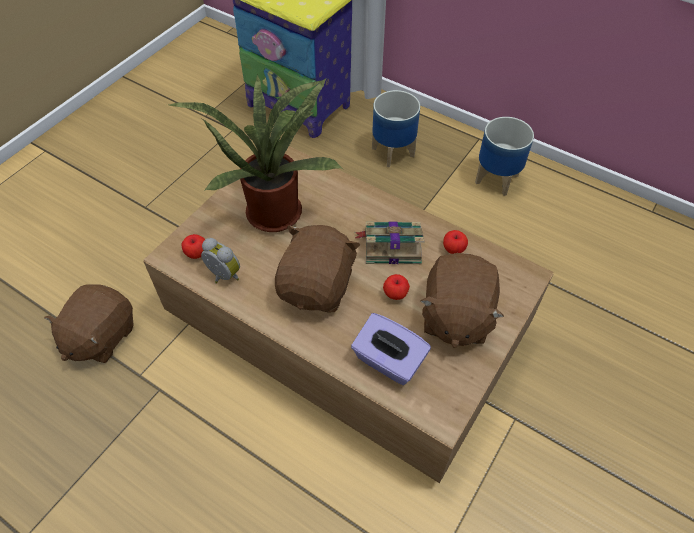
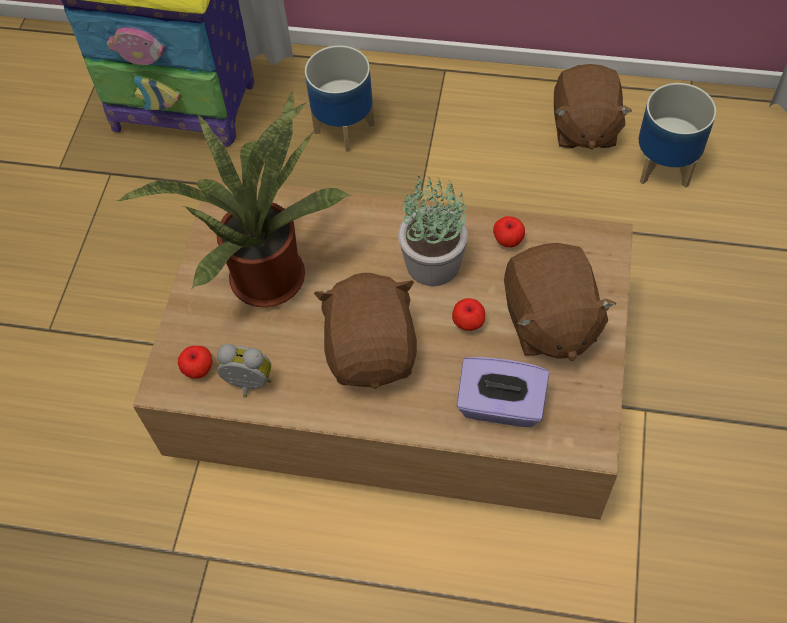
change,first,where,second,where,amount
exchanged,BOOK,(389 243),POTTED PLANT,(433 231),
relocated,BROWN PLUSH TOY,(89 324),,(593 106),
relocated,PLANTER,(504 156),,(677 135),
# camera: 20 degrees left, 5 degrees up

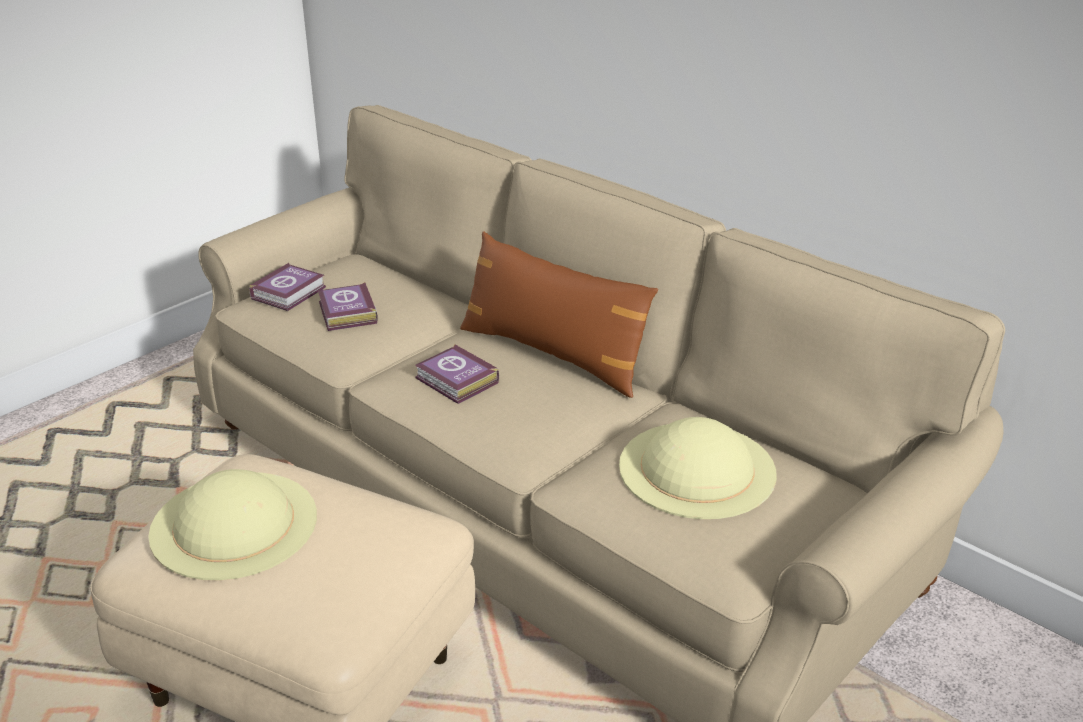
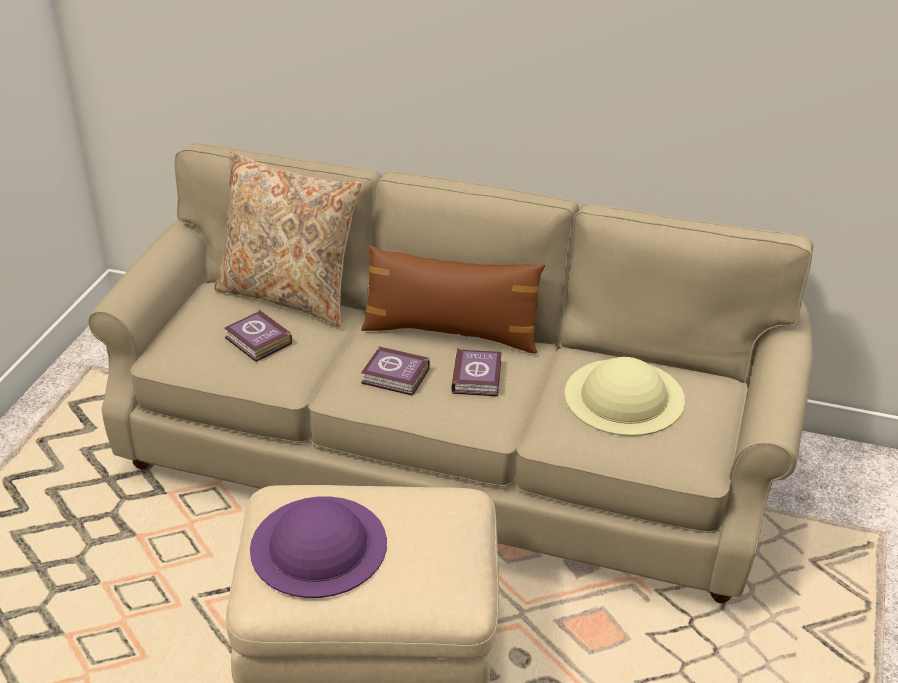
change,first,where,second,where,amount
appeared,,,BEIGE PILLOW,(287 239),
colour,BEIGE HAT,(232 524),PURPLE HAT,(318 547),
relocated,BOOK,(287 287),,(476 372),
# camera: 25 degrees left, 5 degrees up

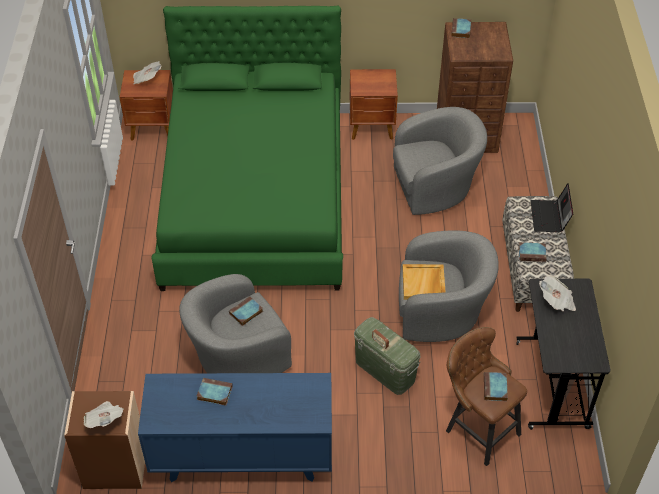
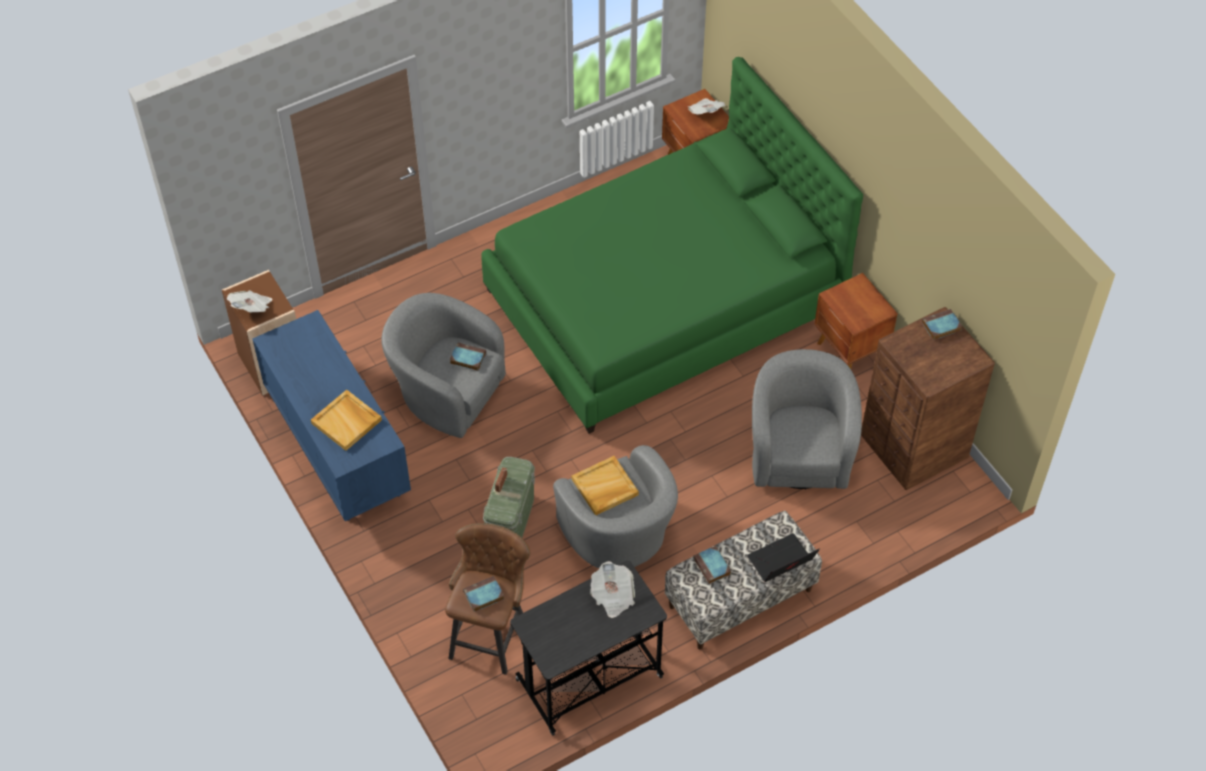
change,first,where,second,where,amount
appeared,,,BEIGE TRAY,(346 420),
spun,GREY ARMCHAIR,(440 161),,(807 419),135 degrees counterclockwise
missing,BOOK,(215 392),,,
# camera: 60 degrees right, 5 degrees up

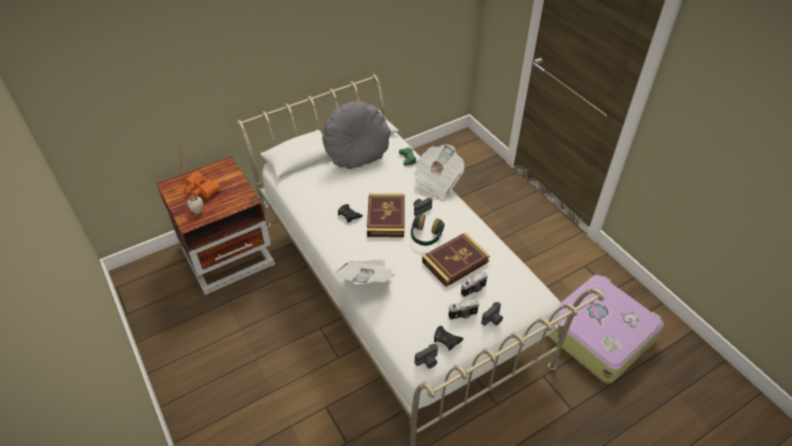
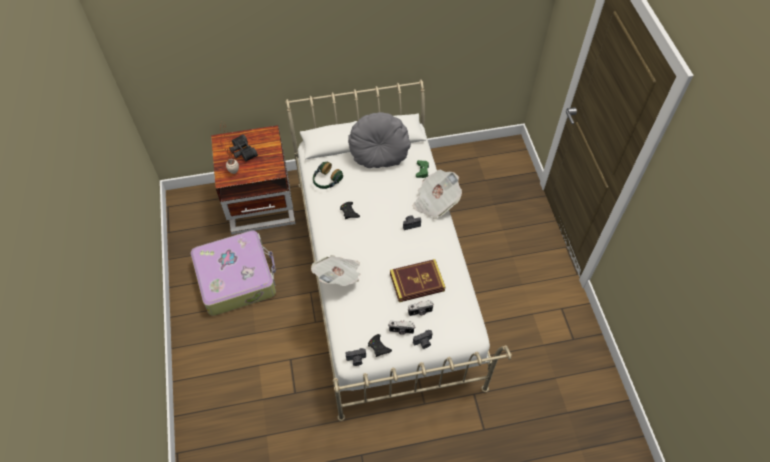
change,first,where,second,where,amount
relocated,SUITCASE,(606 329),,(233 273),
colour,ORANGE BINOCULARS,(202 184),BLACK BINOCULARS,(243 147),
relocated,HEADPHONES,(428 230),,(328 175),
missing,BOOK,(385 215),,,
# camera: 20 degrees right, 10 degrees up

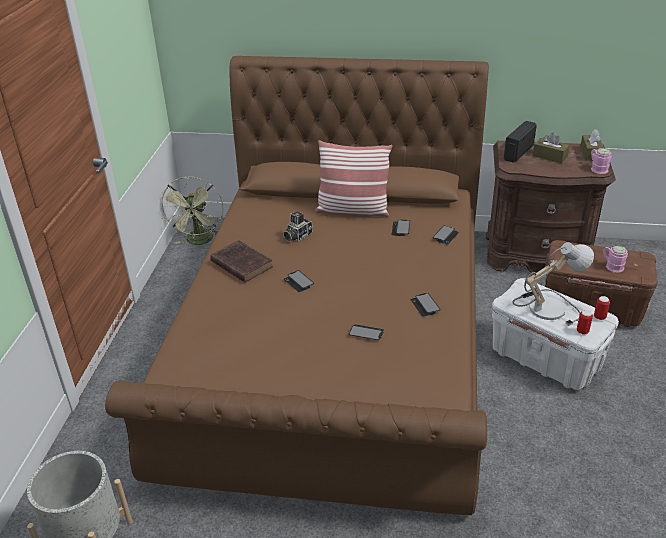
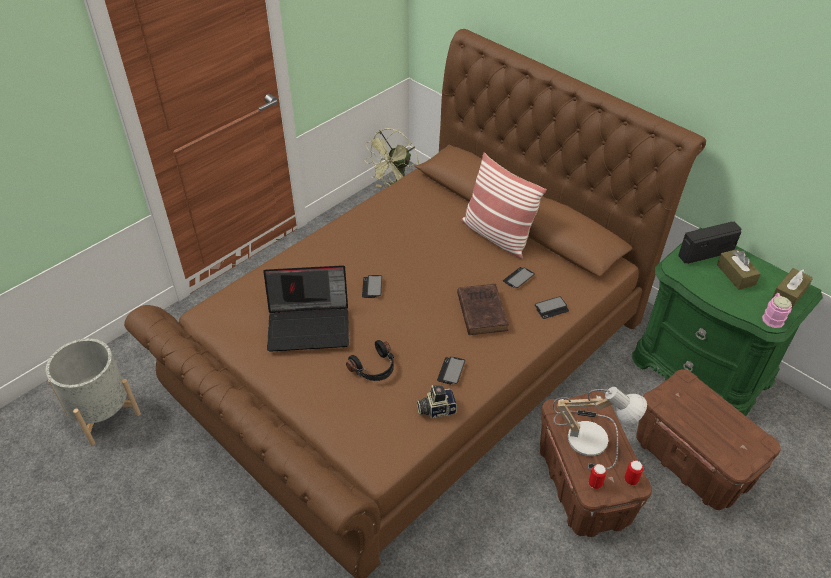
change,first,where,second,where,amount
appeared,,,LAPTOP,(306 308),
exchanged,PHONE,(366 332),BLACK HEADPHONES,(370 360),
relocated,PHOTO CAMERA,(298 226),,(437 401),
relocated,BROWN BOOK,(241 261),,(483 309),
colour,WHITE STORAGE BOX,(555 334),BROWN STORAGE BOX,(596 464),
colour,BROWN NIGHTSTAND,(551 207),GREEN NIGHTSTAND,(727 321),
missing,PINK MUG,(615 259),,,
# camera: 35 degrees right, 10 degrees up

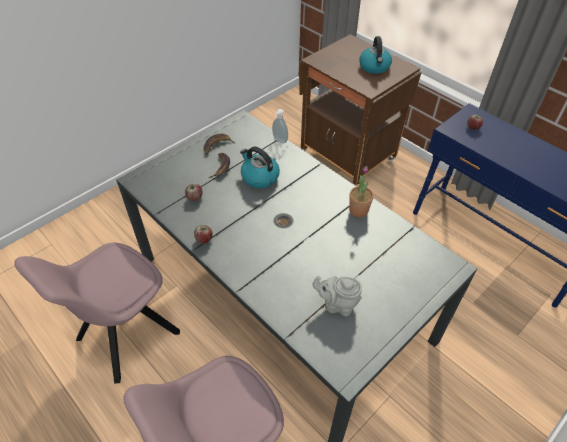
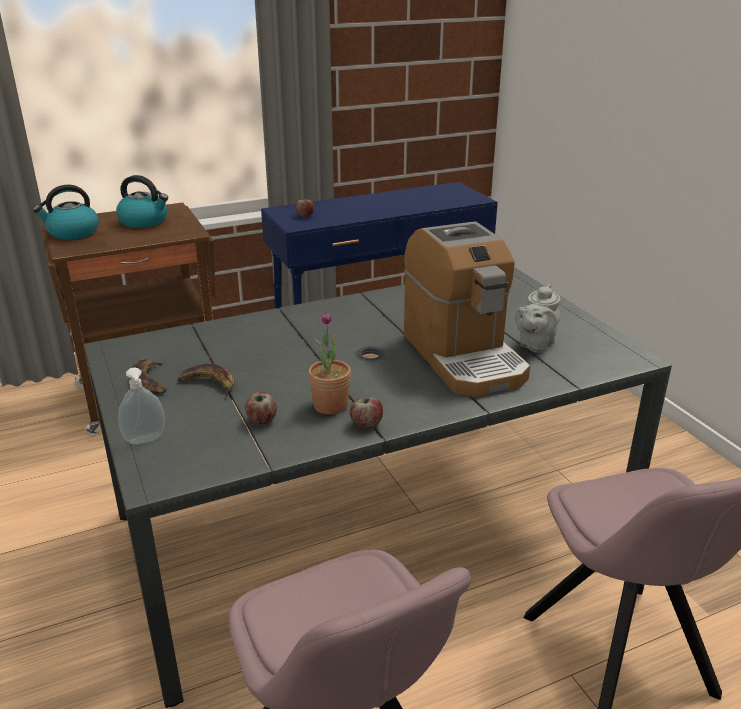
change,first,where,second,where,amount
relocated,KETTLE,(260 167),,(66 212),
relocated,SOAP DISPENSER,(280 126),,(141 406),
relocated,POTTED PLANT,(361 191),,(329 363),
appeared,,,COFFEE MACHINE,(467 309),
# camera: 70 degrees left, 20 degrees down

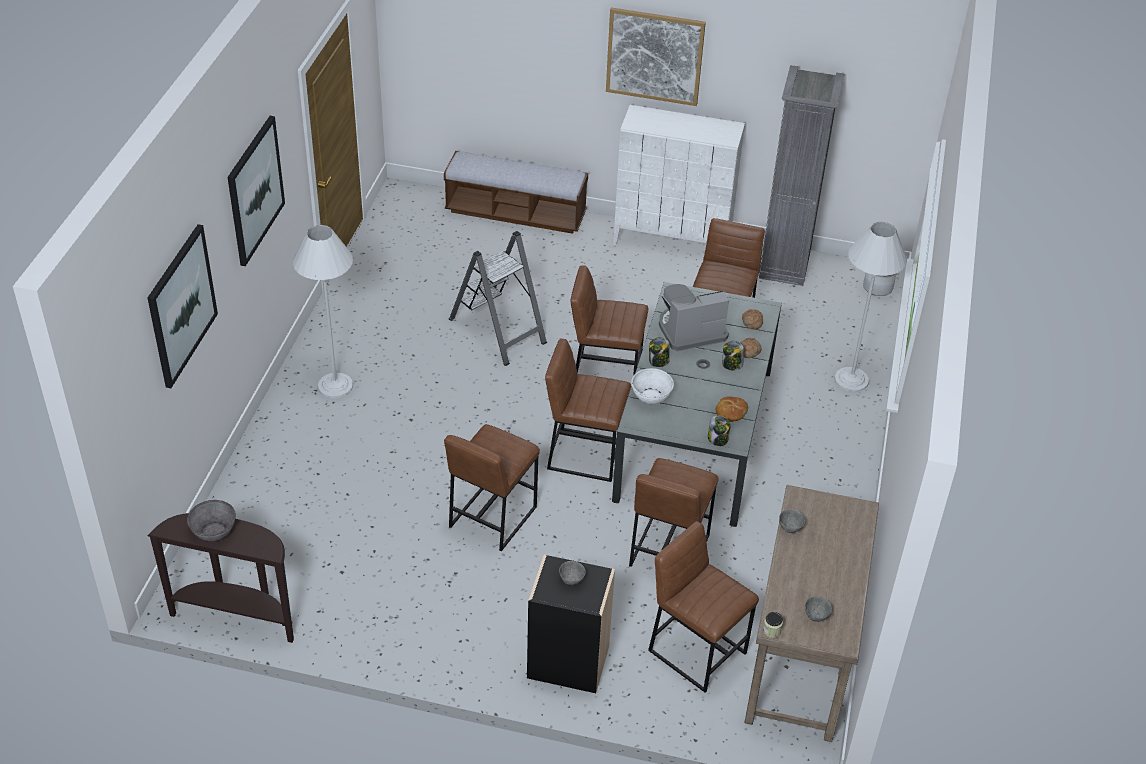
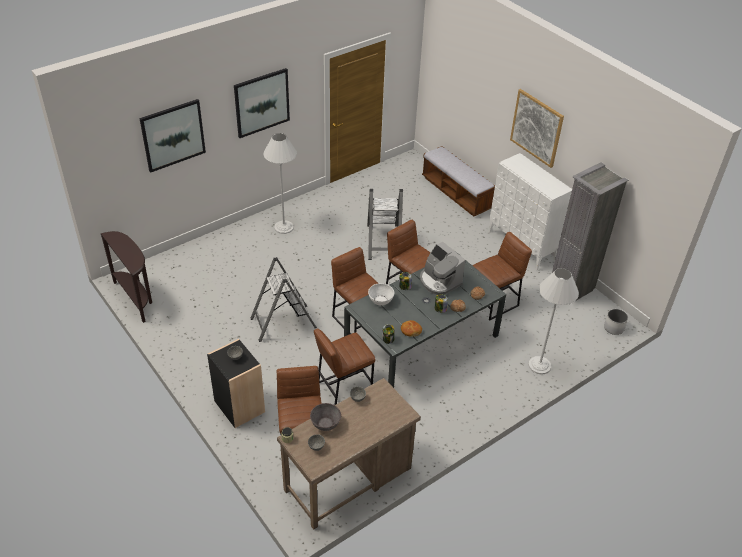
change,first,where,second,where,amount
exchanged,BROWN CHAIR,(492 487),GREY STEP LADDER,(283 299),
relocated,GREY BOWL,(211 520),,(325 417),
spun,COFFEE MACHINE,(694 318),,(442 268),150 degrees counterclockwise
# camera: 40 degrees right, 0 degrees up

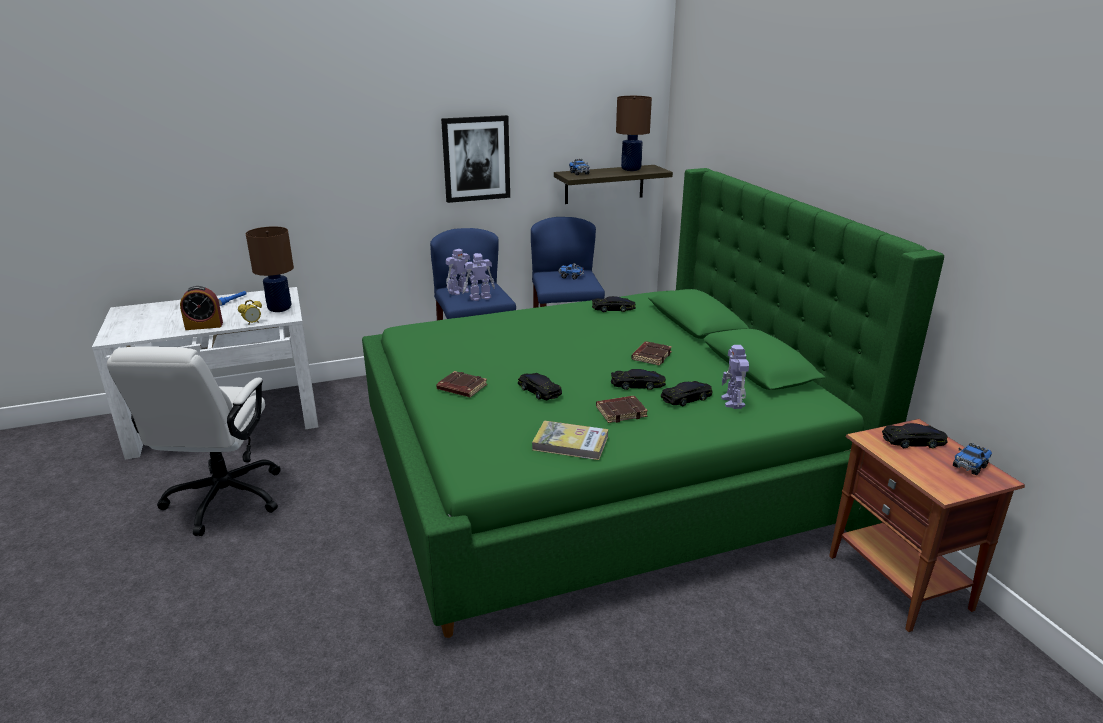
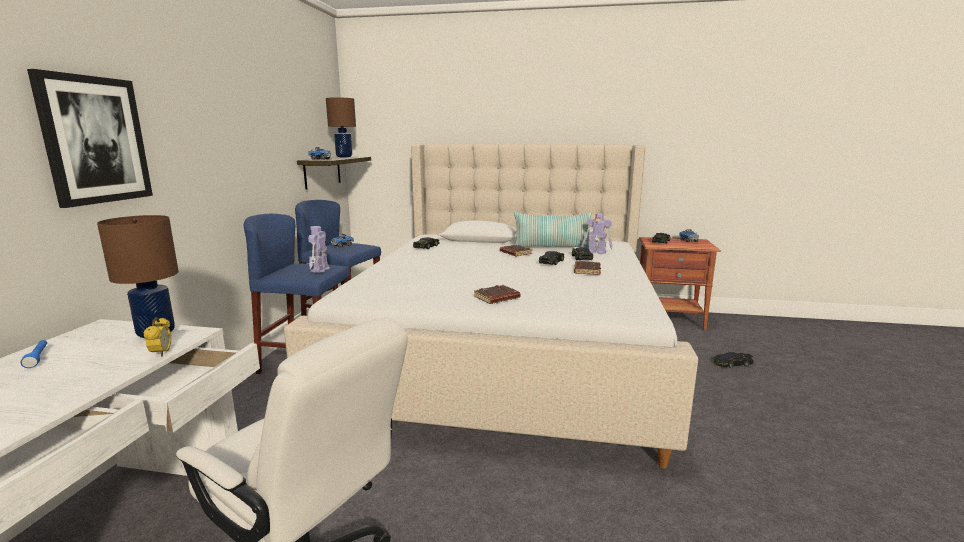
change,first,where,second,where,amount
relocated,PICTURE,(475 159),,(90 138),
colour,GREEN BED,(653 403),BEIGE BED,(491 306),
appeared,,,PILLOW,(553 230),
relocated,BLACK TOY CAR,(540 386),,(733 360),
missing,ALARM CLOCK,(201 308),,,
missing,TOY ROBOT,(459 272),,,
missing,BOOK,(570 440),,,
# camera: 60 degrees left, 10 degrees down

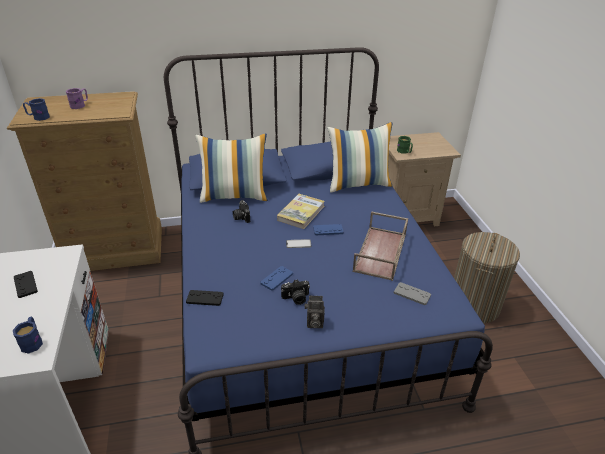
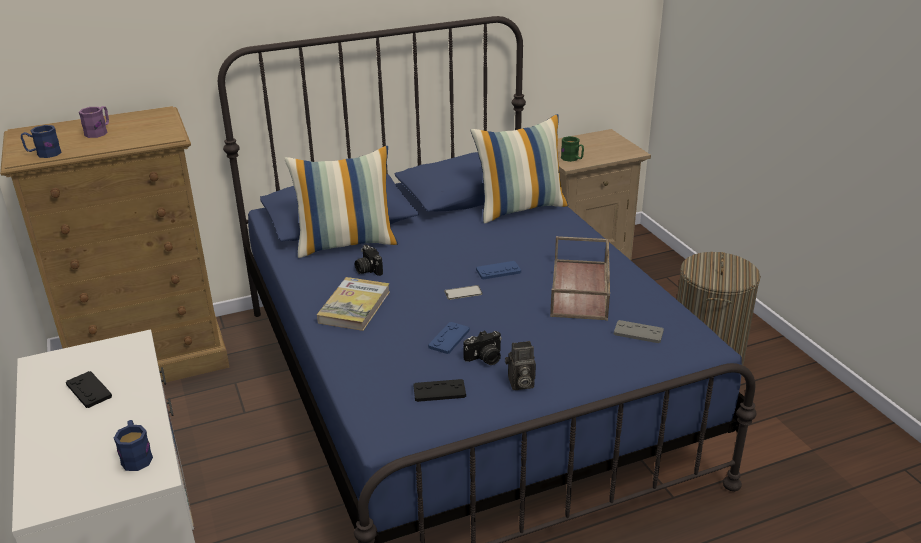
change,first,where,second,where,amount
relocated,BOOK,(301 211),,(353 304),
relocated,BLACK GAME CONTROLLER,(205 298),,(439 390),
# camera: 10 degrees left, 5 degrees down

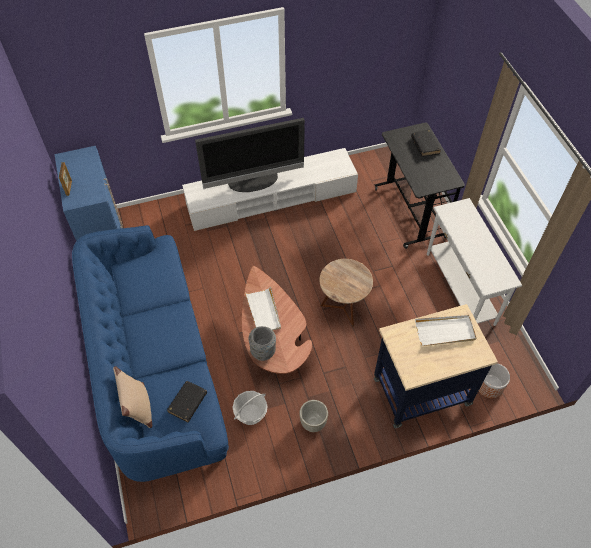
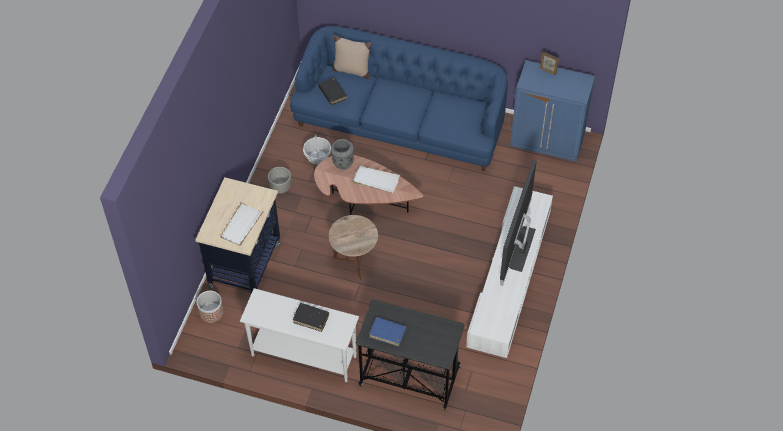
change,first,where,second,where,amount
relocated,BLACK BOOK,(426 143),,(311 317),
appeared,,,BLUE BOOK,(387 331),
# camera: 125 degrees right, 0 degrees up

